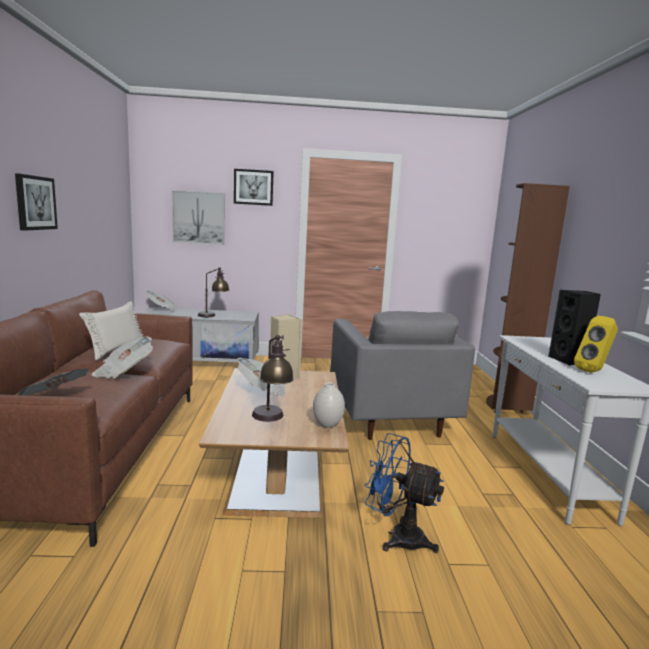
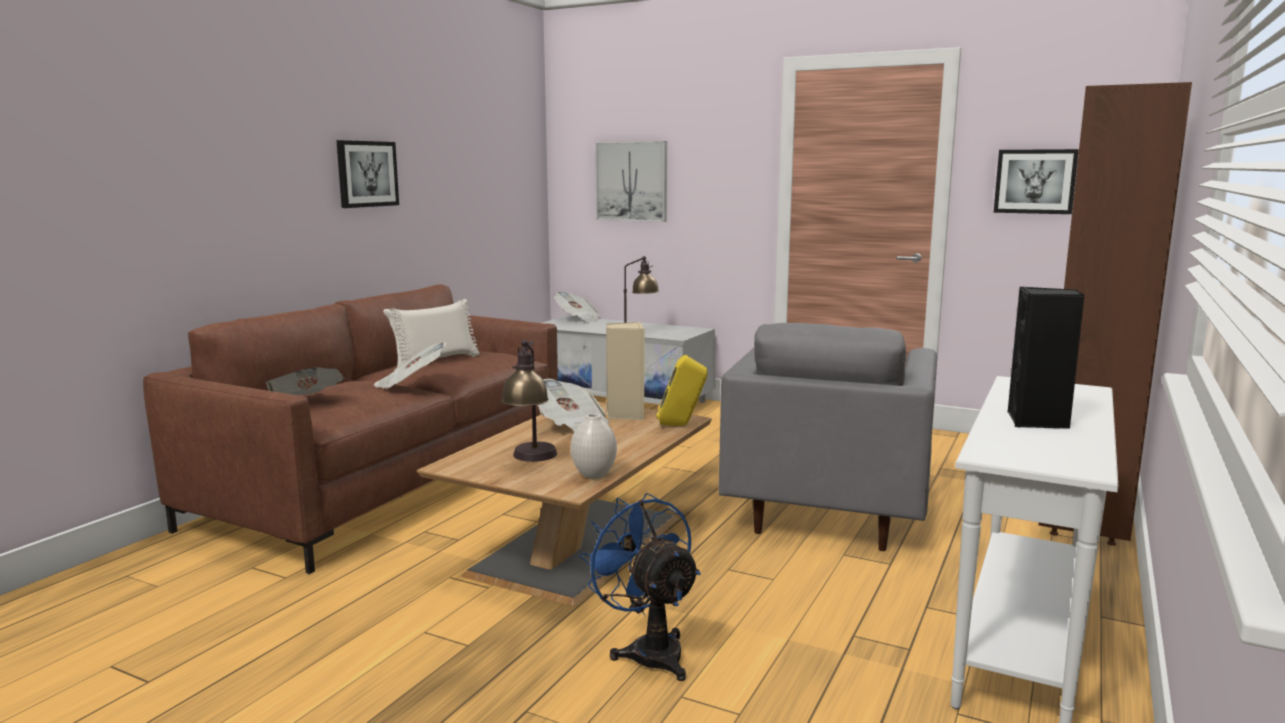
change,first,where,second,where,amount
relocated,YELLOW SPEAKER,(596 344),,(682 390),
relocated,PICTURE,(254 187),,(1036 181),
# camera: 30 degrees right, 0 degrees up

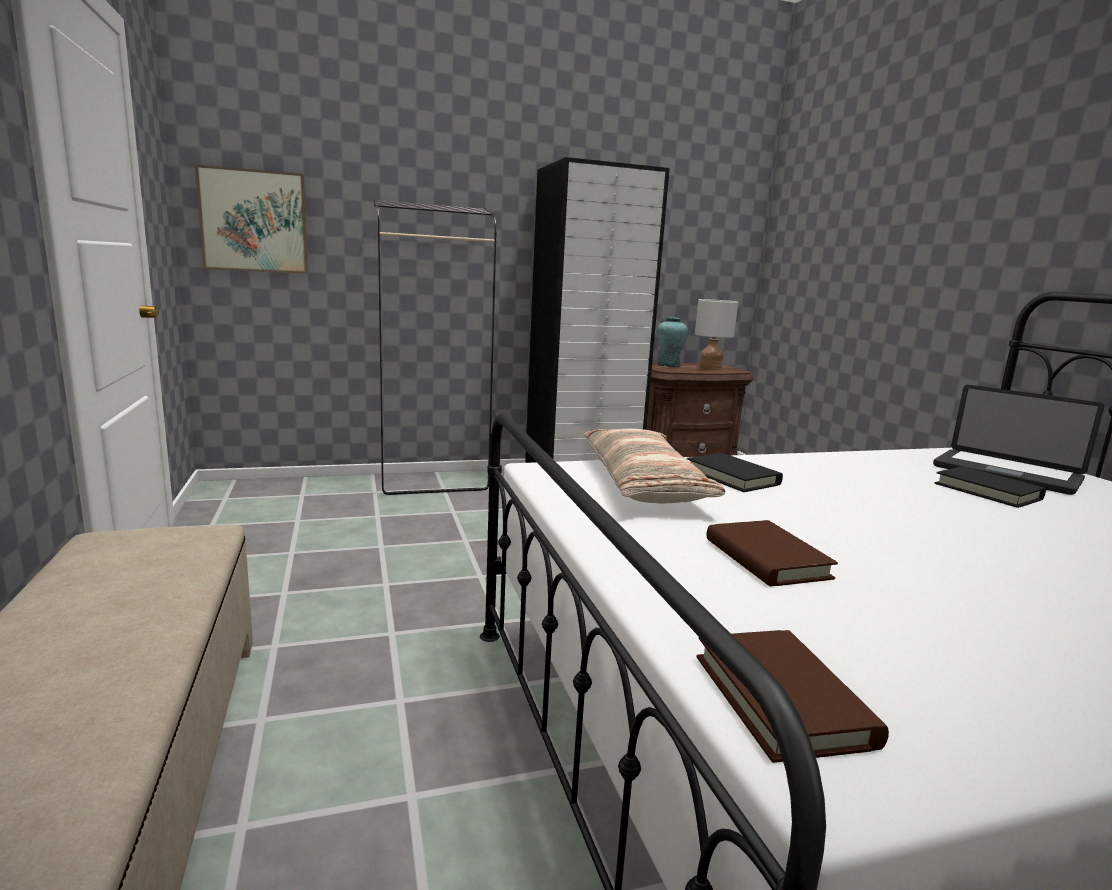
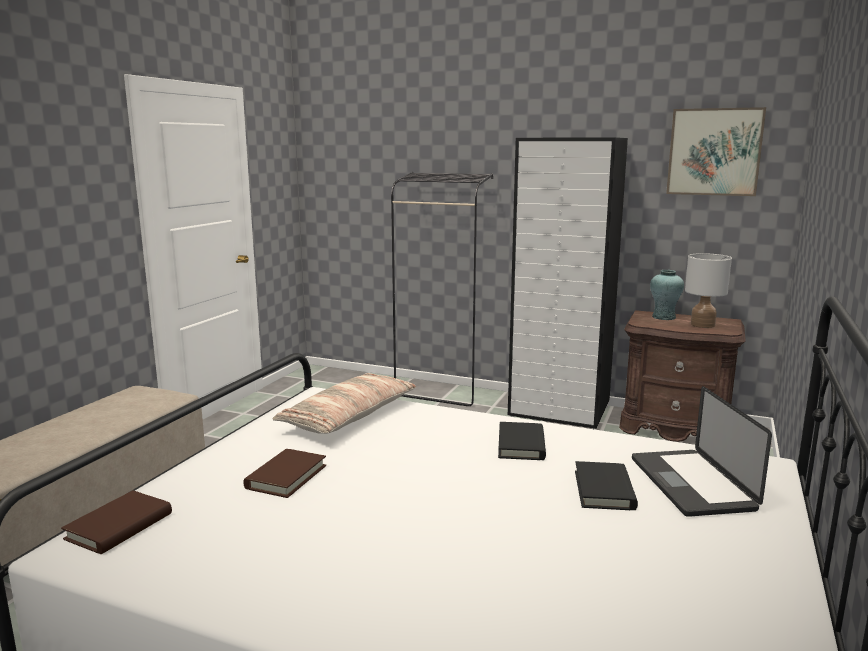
change,first,where,second,where,amount
relocated,BLACK BOOK,(735 472),,(522 441),
relocated,PICTURE,(251 219),,(716 151),
# camera: 40 degrees right, 0 degrees up

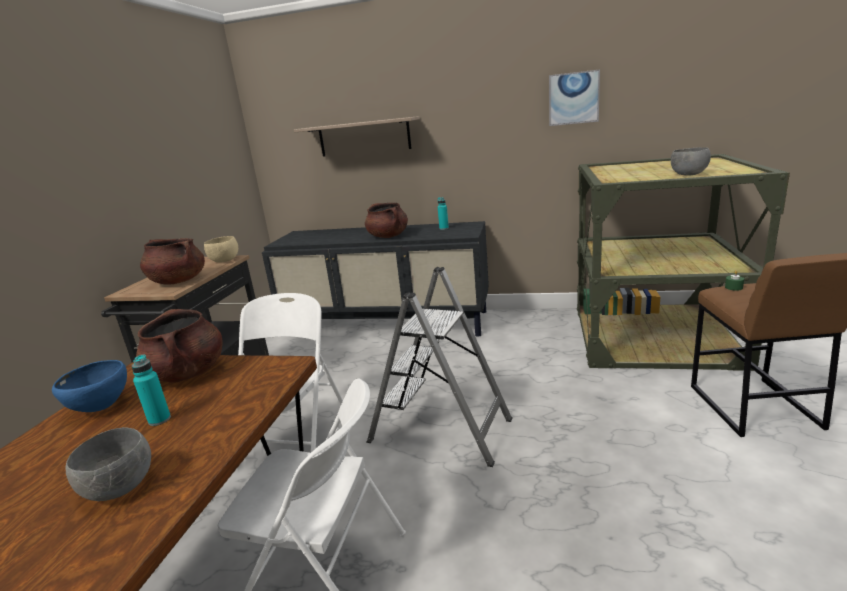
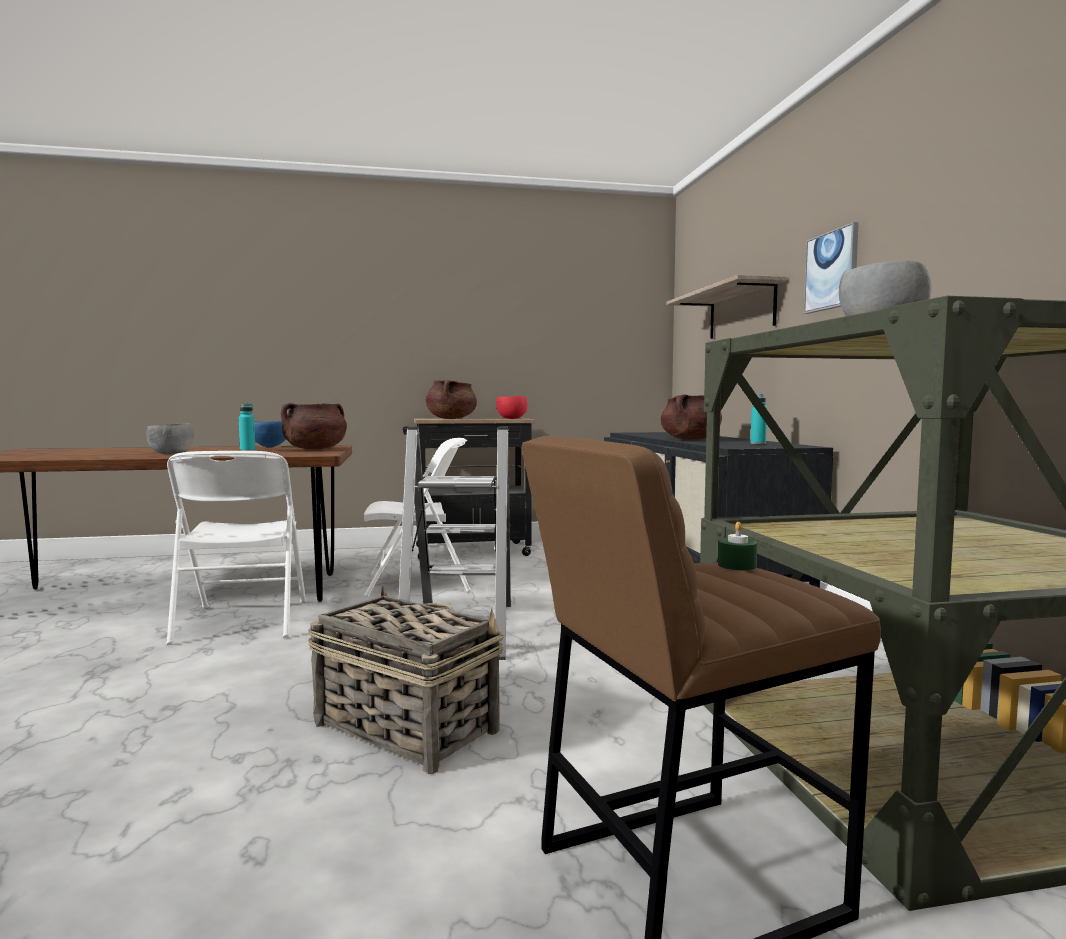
change,first,where,second,where,amount
appeared,,,BASKET,(406 679),
colour,BEIGE BOWL,(221 249),RED BOWL,(512 407),
relocated,PICTURE,(574 98),,(831 268),
# camera: 65 degrees right, 15 degrees down

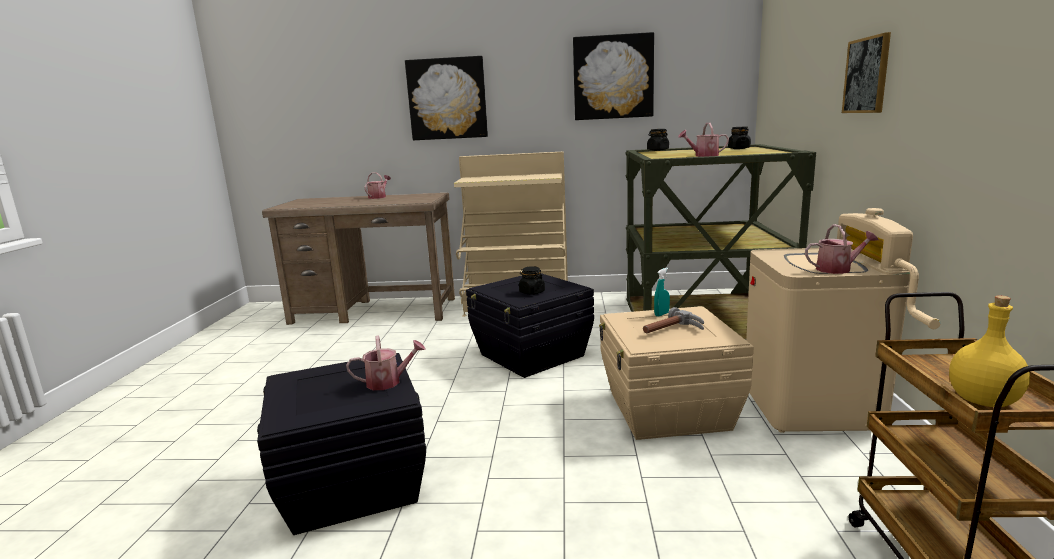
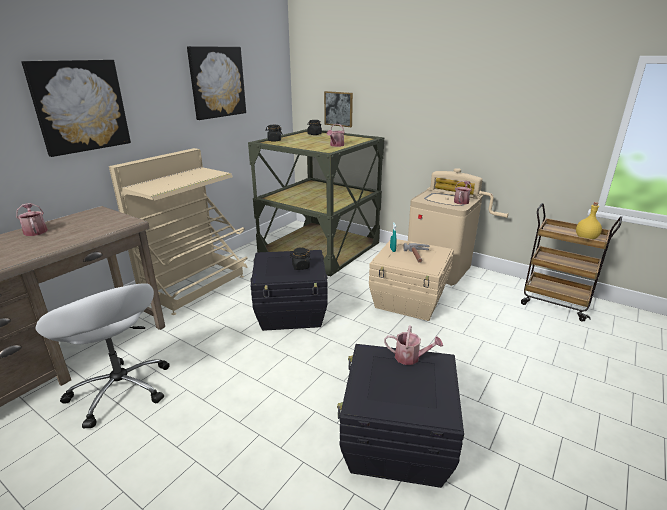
change,first,where,second,where,amount
appeared,,,WHITE OFFICE CHAIR,(103 355),
relocated,PICTURE,(866 72),,(338 109),
spun,WATERING CAN,(386 362),,(413 345),90 degrees clockwise
# camera: 60 degrees left, 10 degrees up

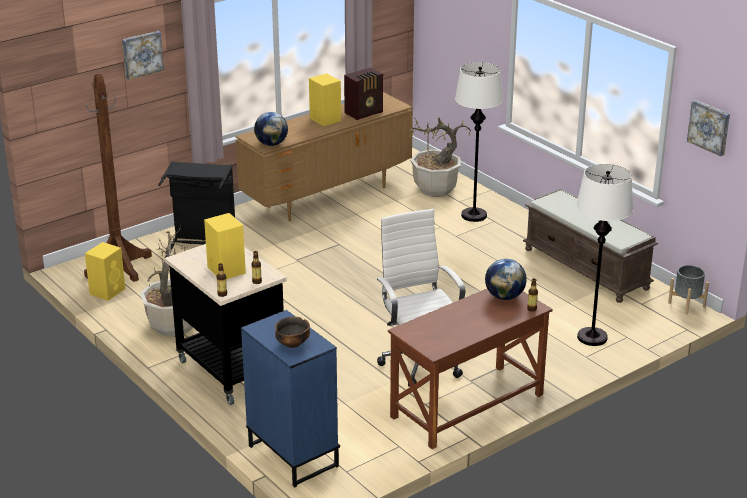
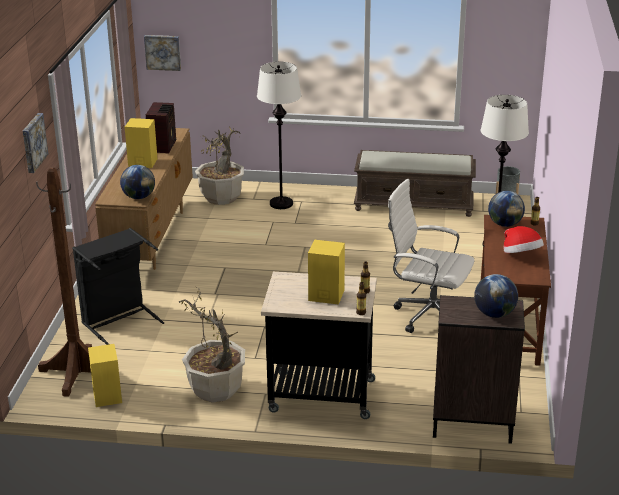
change,first,where,second,where,amount
relocated,PICTURE,(708 128),,(162 53),
colour,BLUE DRESSER,(290 398),BROWN DRESSER,(479 369),
exchanged,BOWL,(292 332),GLOBE,(496 296),
appeared,,,HAT,(523 239),
# camera: 45 degrees left, 0 degrees up

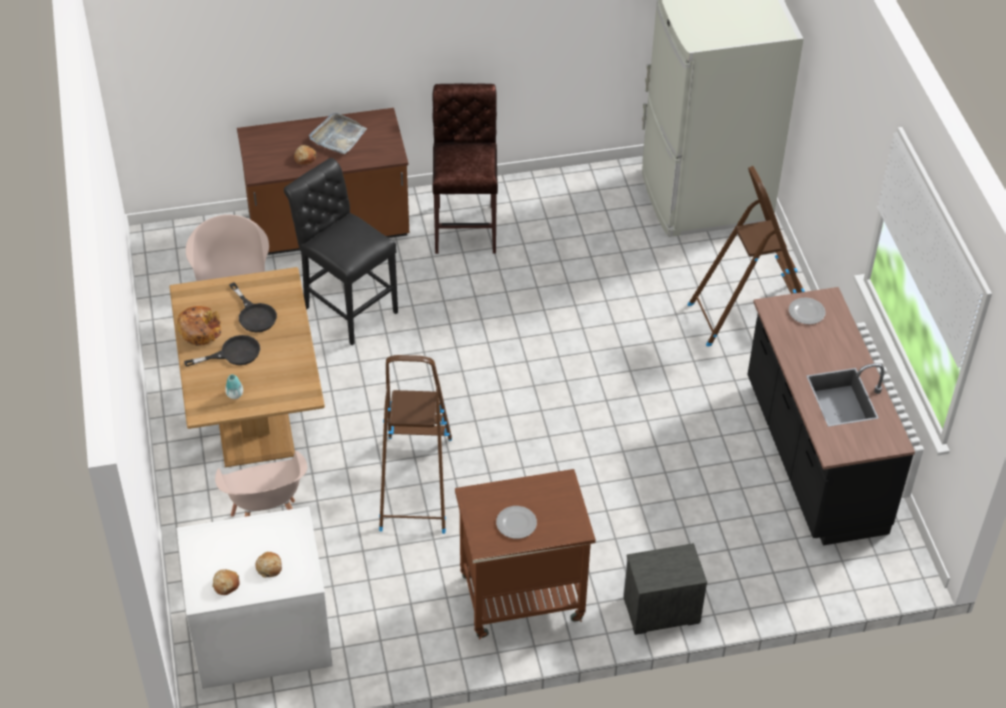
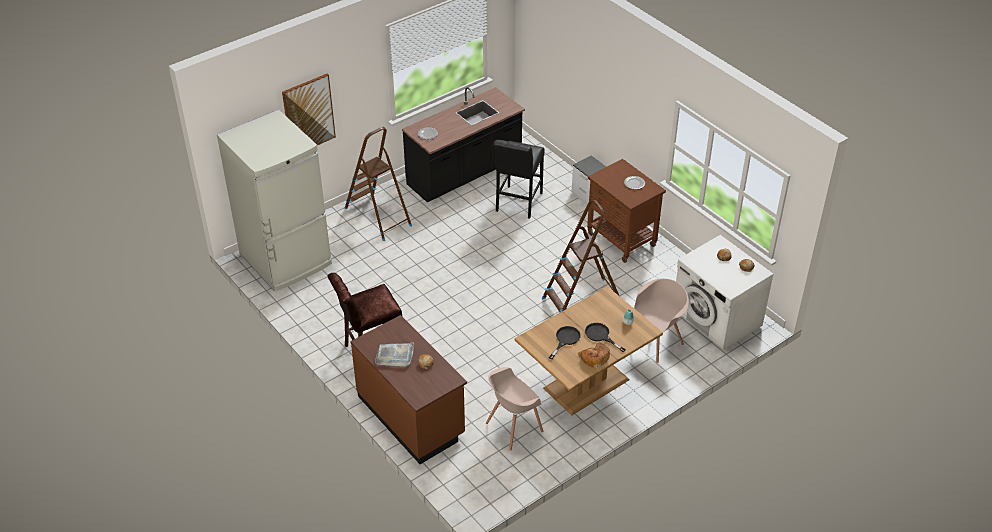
change,first,where,second,where,amount
appeared,,,PICTURE,(309 109),
relocated,BLACK STOOL,(341 251),,(519 179),
# camera: 115 degrees left, 5 degrees down

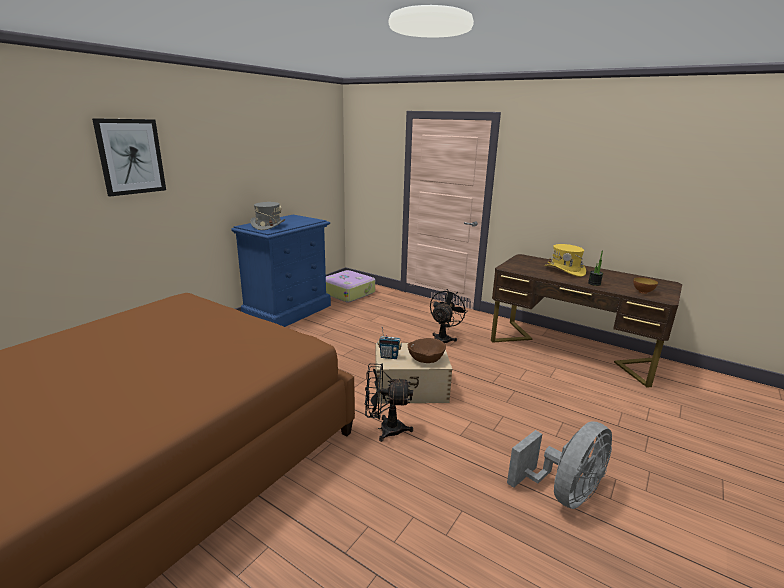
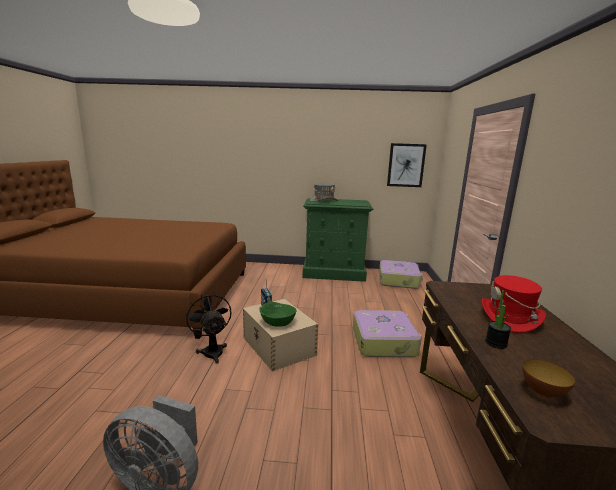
change,first,where,second,where,amount
colour,BROWN BOWL,(427 350),GREEN BOWL,(278 314),
colour,BLUE DRESSER,(281 271),GREEN DRESSER,(337 240),
exchanged,BLACK FAN,(448 316),SUITCASE,(387 333),
relocated,PICTURE,(129 157),,(407 165),
colour,YELLOW HAT,(565 260),RED HAT,(514 304),
# camera: 60 degrees right, 5 degrees down

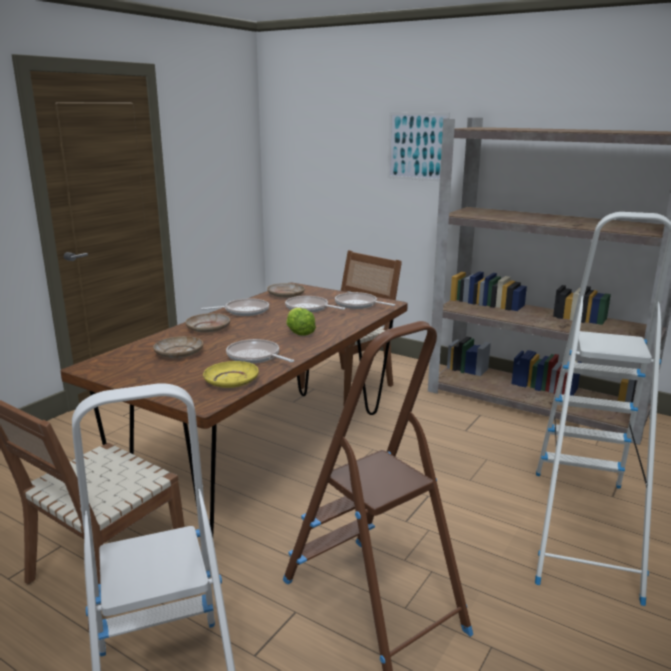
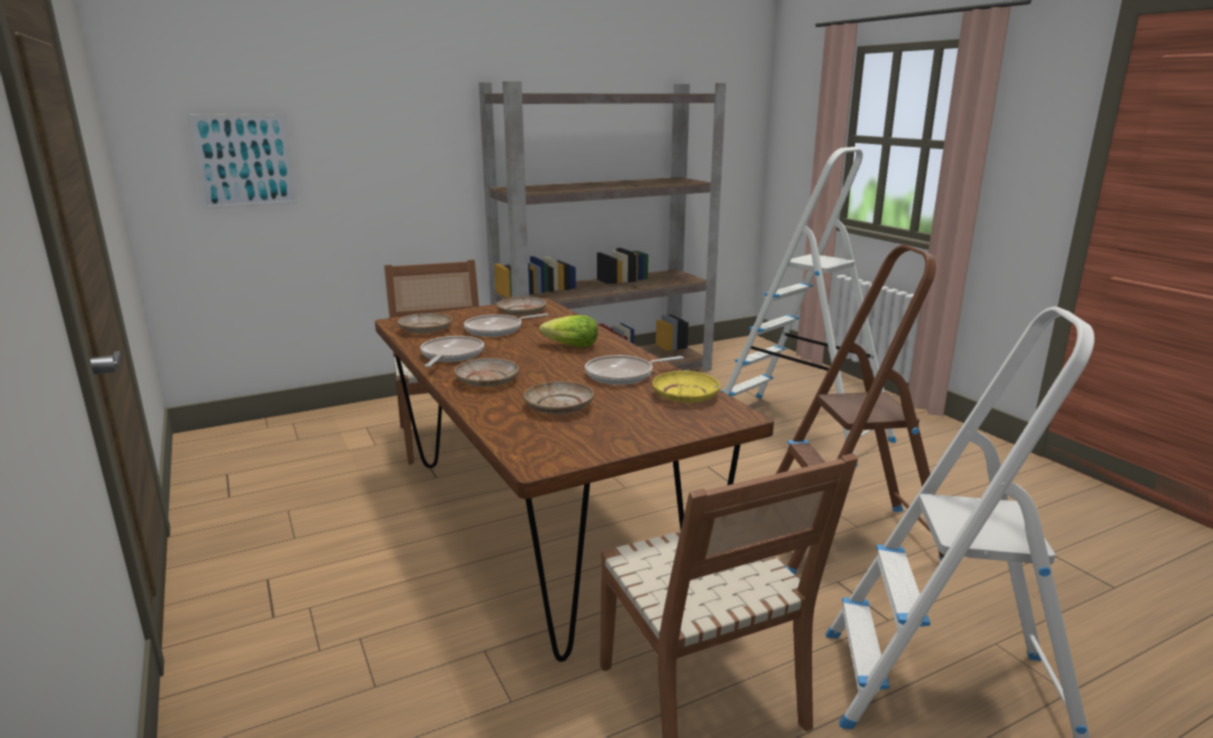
change,first,where,second,where,amount
relocated,PICTURE,(418 147),,(242 161),
exchanged,FRYING PAN,(365 300),BEIGE PLATE,(521 306),
# camera: 60 degrees left, 0 degrees up

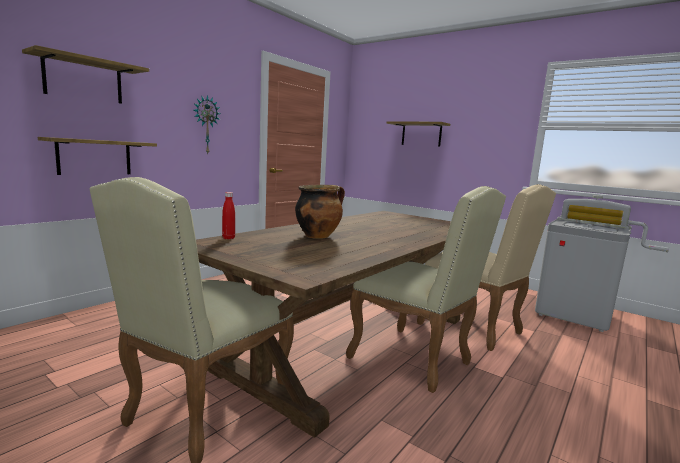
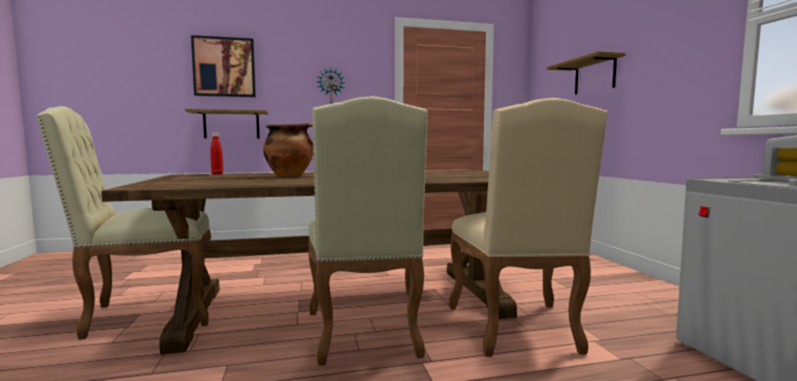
change,first,where,second,where,amount
exchanged,SHELF,(85 74),PICTURE,(223 66),
# camera: 40 degrees right, 5 degrees down

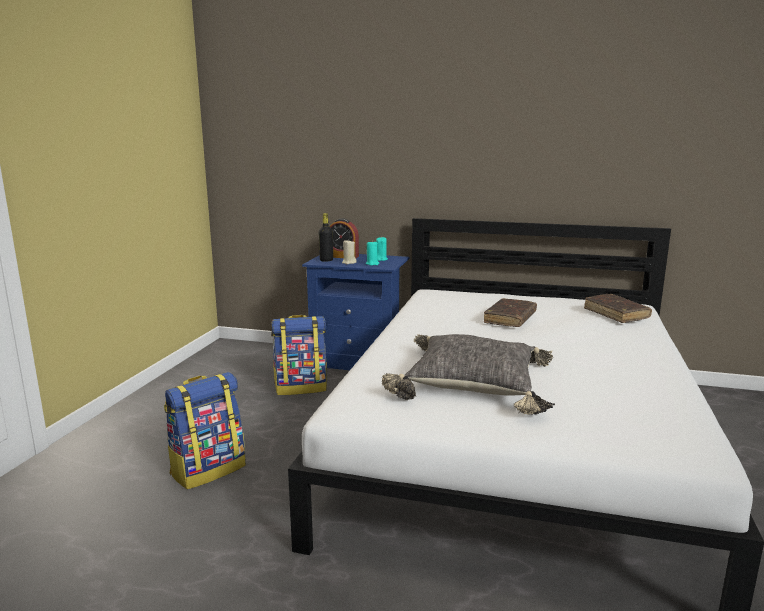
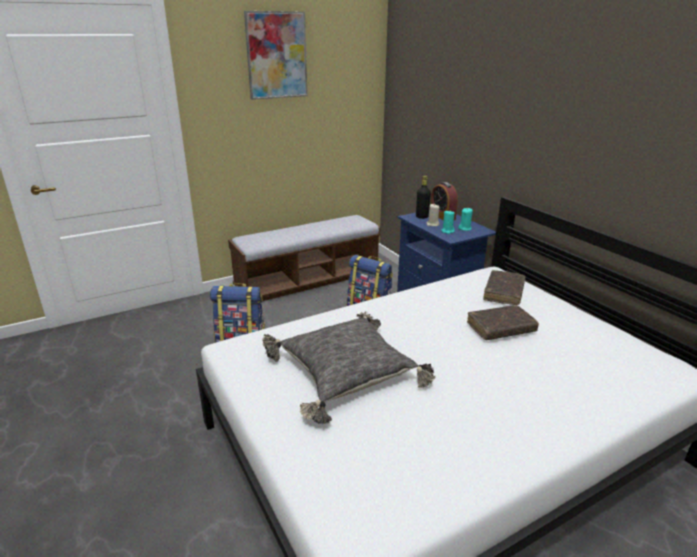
change,first,where,second,where,amount
appeared,,,BENCH,(304 258),
appeared,,,PICTURE,(275 55),
relocated,BROWN BOOK,(618 308),,(504 287),
# camera: 45 degrees right, 10 degrees up

